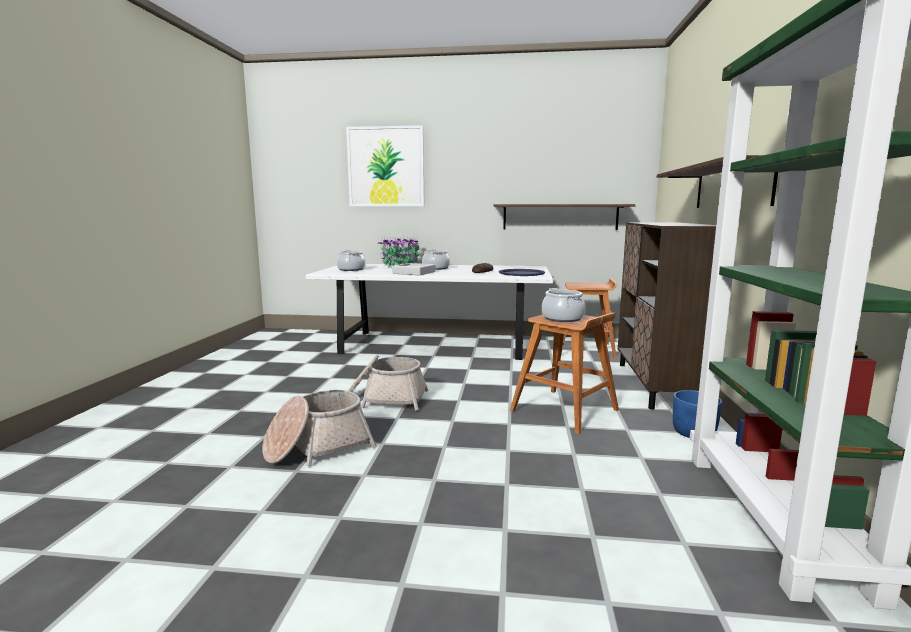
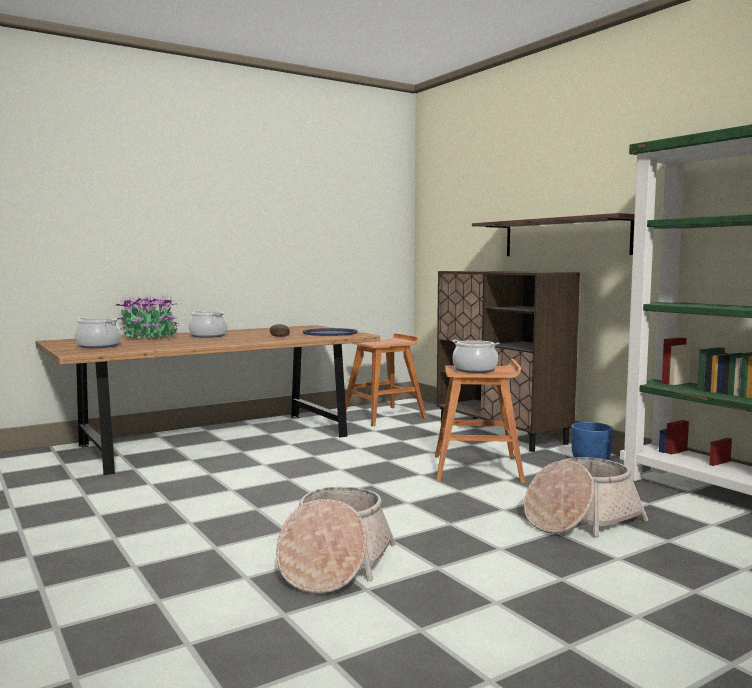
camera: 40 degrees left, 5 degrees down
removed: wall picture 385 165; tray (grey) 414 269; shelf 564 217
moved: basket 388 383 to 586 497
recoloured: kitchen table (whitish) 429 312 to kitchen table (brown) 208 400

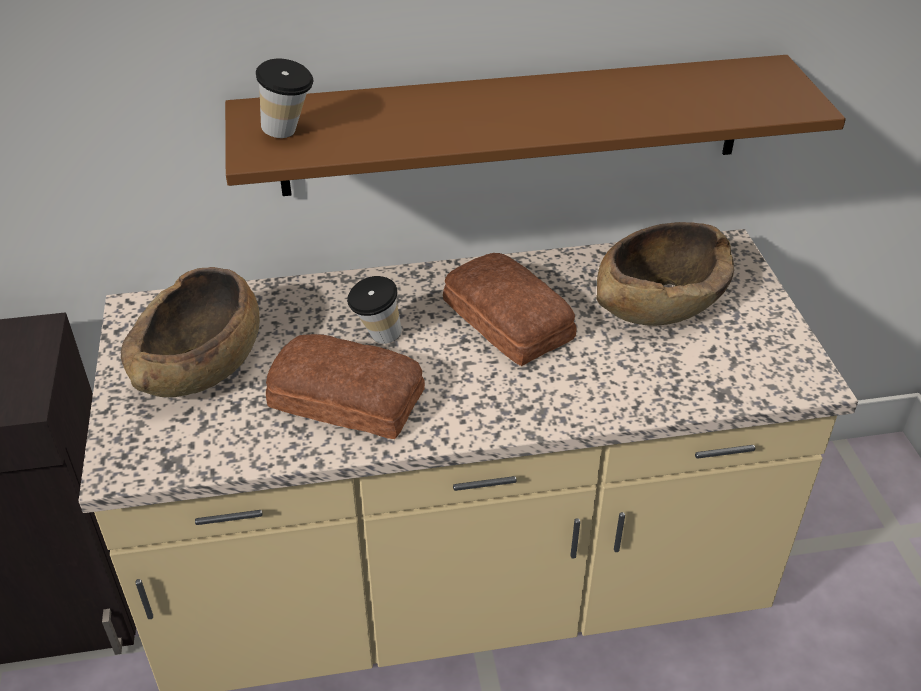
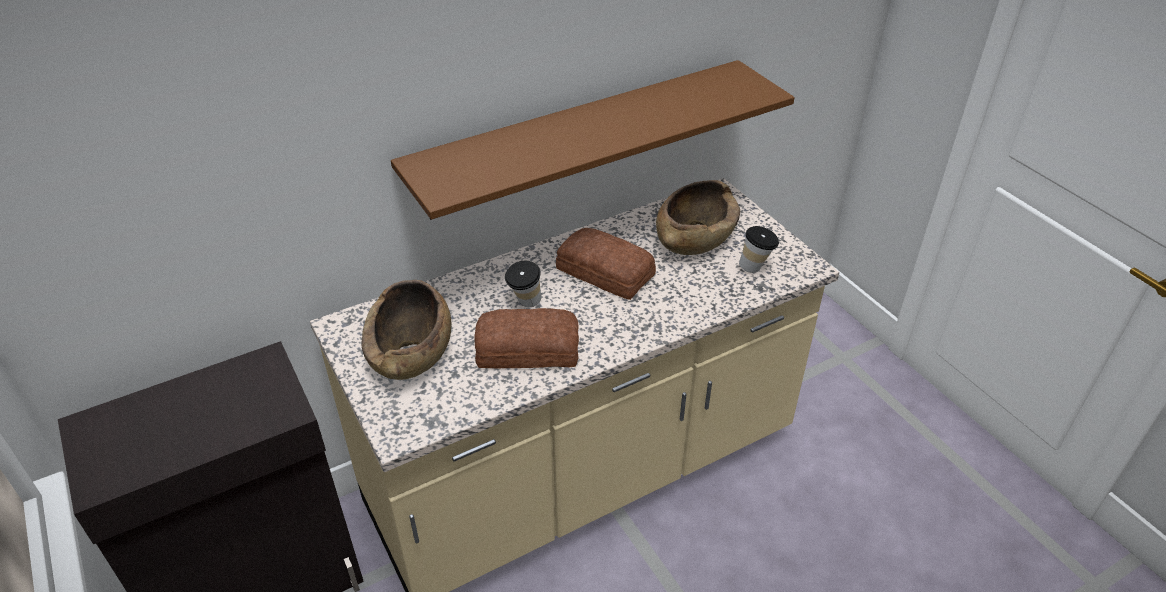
camera: 20 degrees left, 0 degrees up
moved: drinking cup 284 98 to 759 249

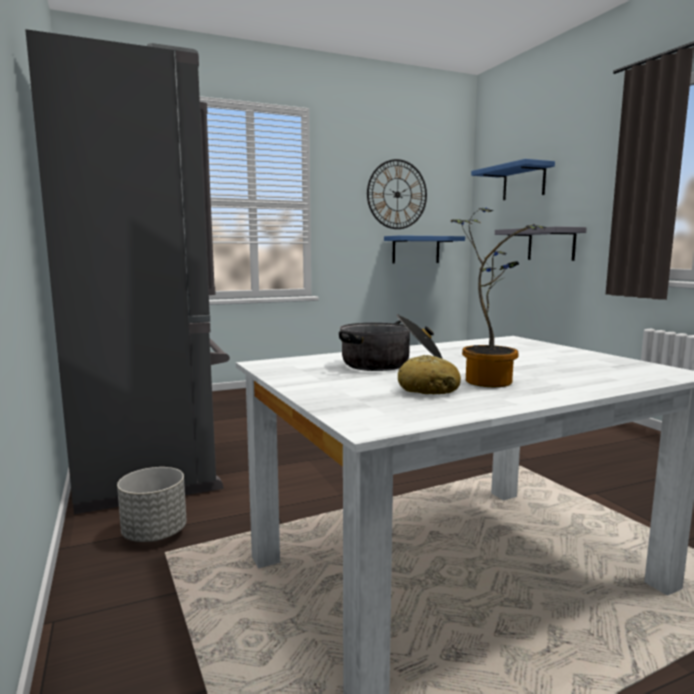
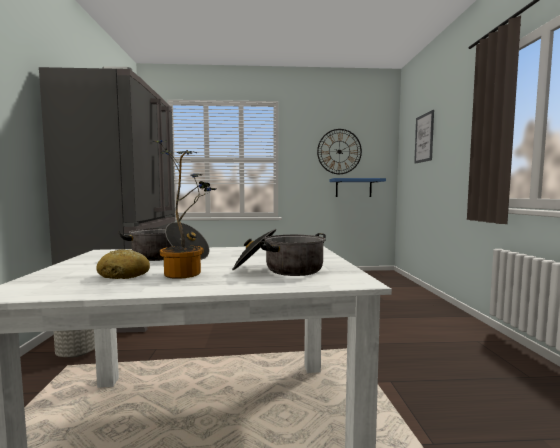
camera: 20 degrees right, 5 degrees down
removed: shelf (grey) 541 243
added: saucepot 279 252
replaced: shelf (bluish) 513 179 to wall picture 424 137

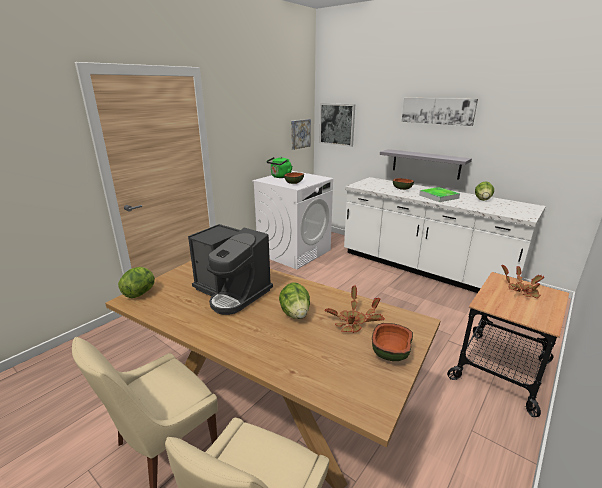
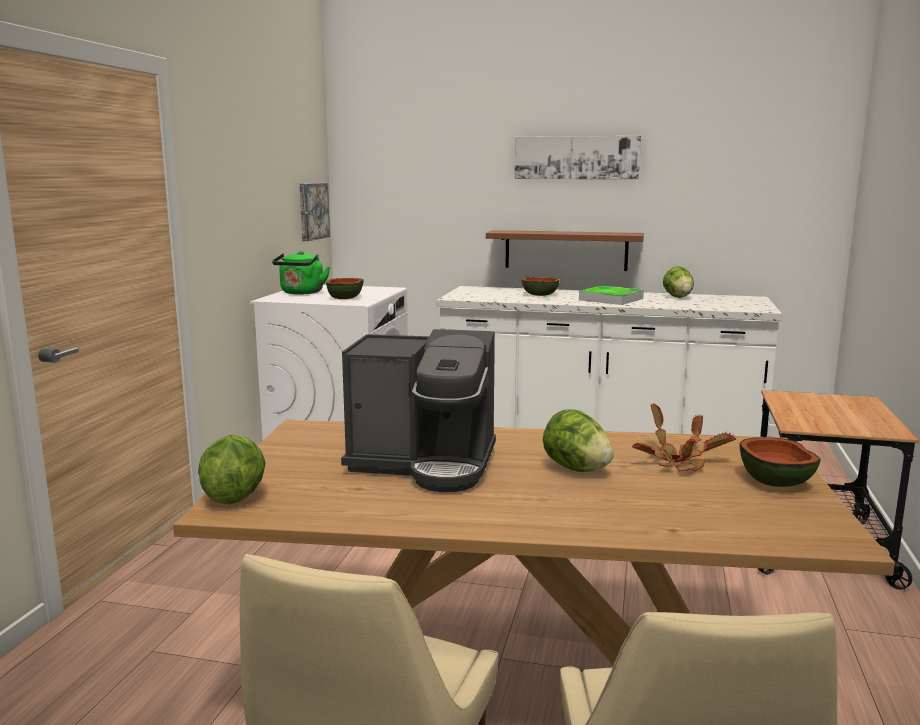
camera: 25 degrees left, 10 degrees down
removed: wall picture 337 125; houseplant 522 281
recoloured: shelf (grey) 426 164 to shelf (brown) 565 250

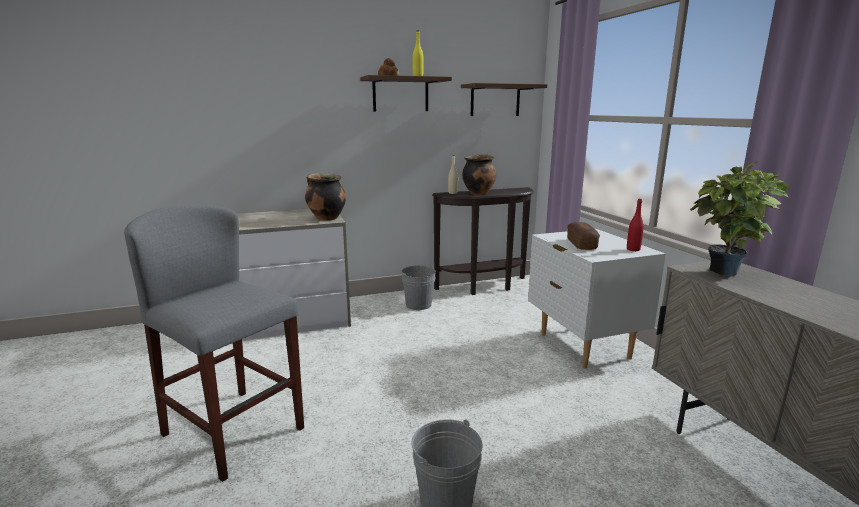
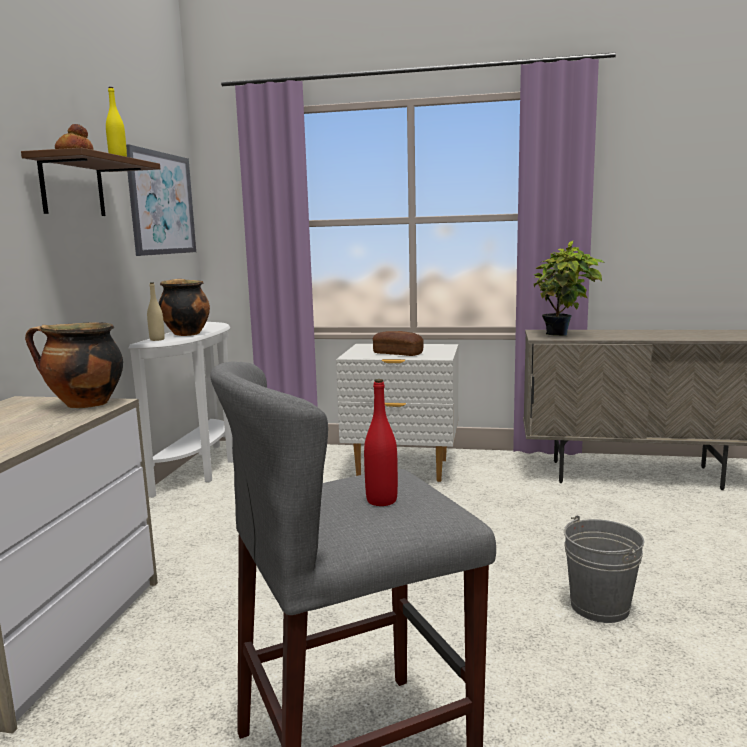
camera: 60 degrees left, 5 degrees down
removed: water bucket (grey) 418 287
moved: drink bottle (reddish) 635 225 to 381 442
replaced: shelf (brown) 504 99 to wall picture 161 200
recoloured: narrow table (brown) 483 241 to narrow table (whitish) 180 410

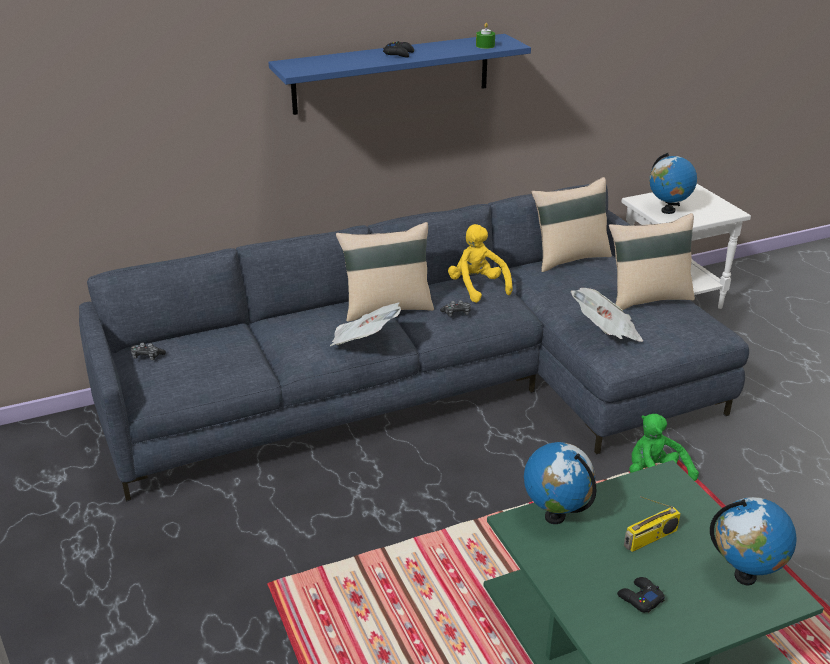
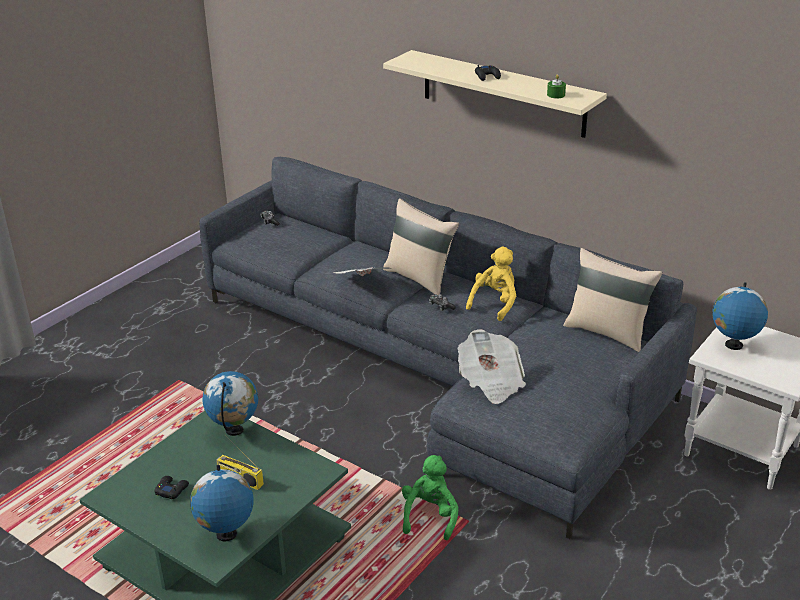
camera: 60 degrees right, 0 degrees up
removed: cushion (beige-coloured) 652 261
recoloured: shelf (bluish) 400 74 to shelf (beige-coloured) 495 94

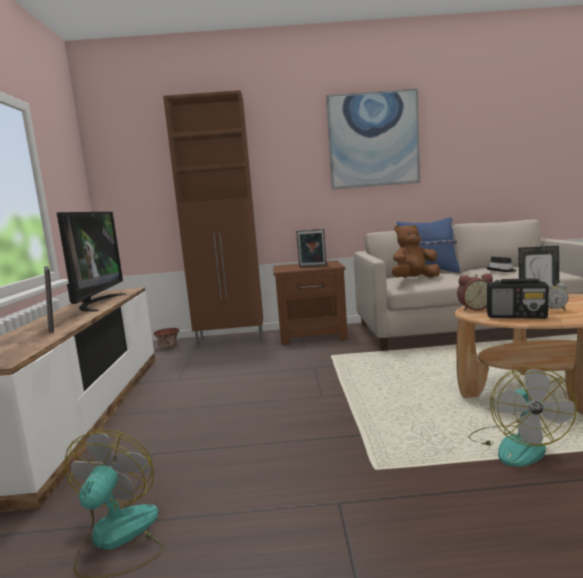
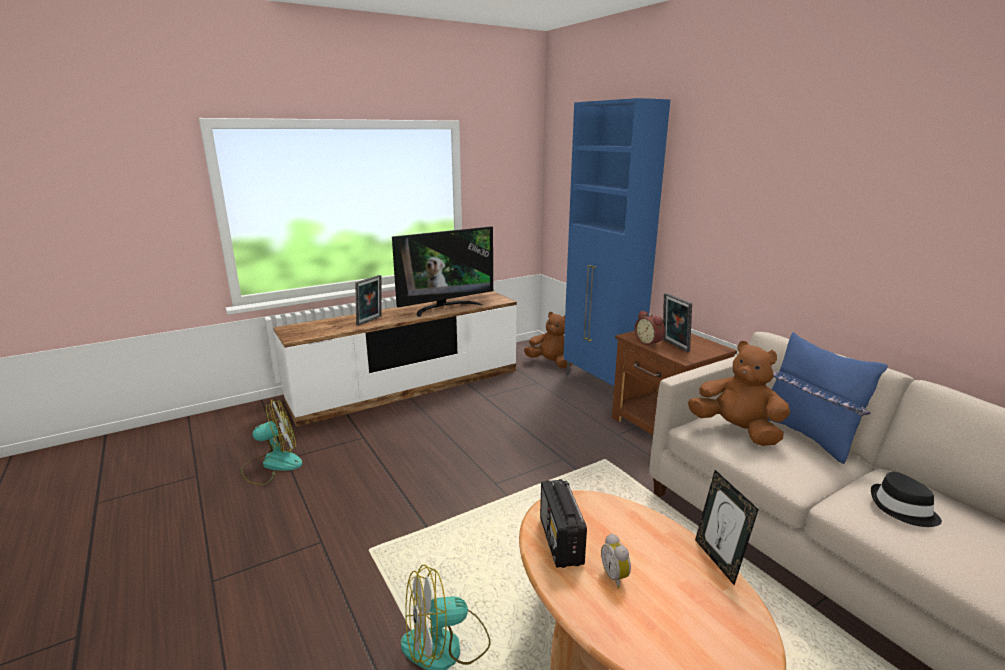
camera: 60 degrees right, 10 degrees up
removed: wall picture 373 139
moved: bedside clock 475 292 to 650 328
replaced: serving bowl 166 338 to cuddly toy (brown) 548 340
recoloured: cabinet (brown) 213 218 to cabinet (bluish) 616 249

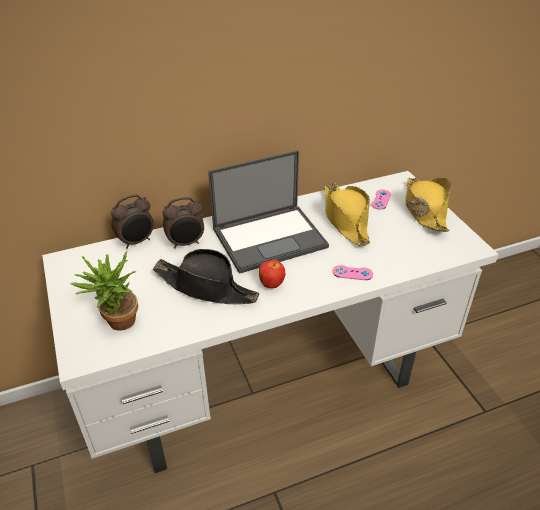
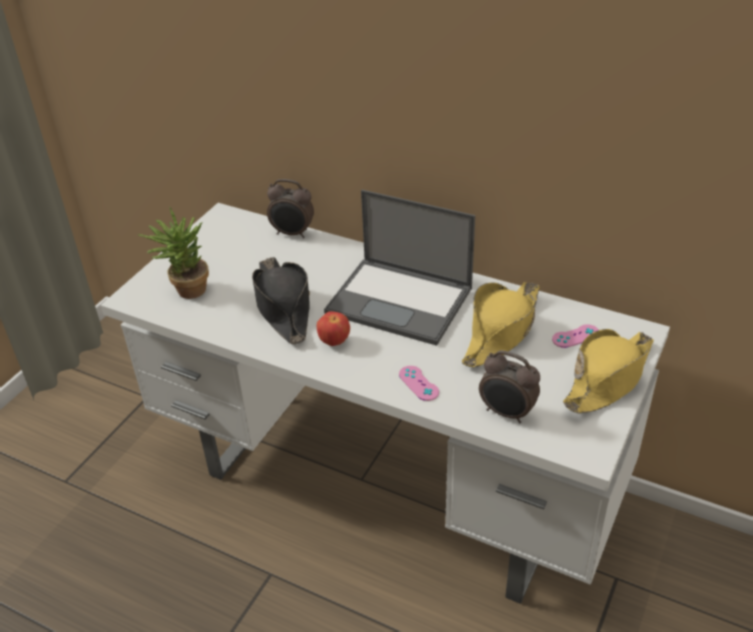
camera: 50 degrees right, 0 degrees up
moved: bedside clock 183 223 to 509 386

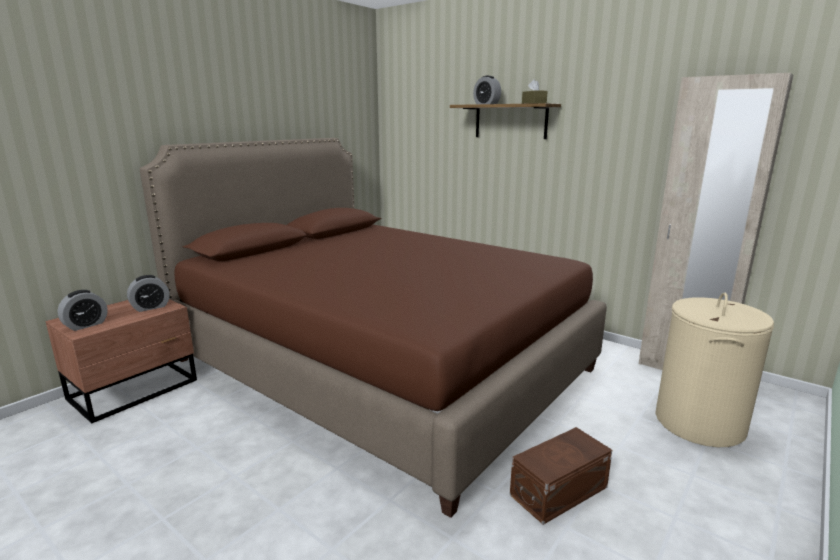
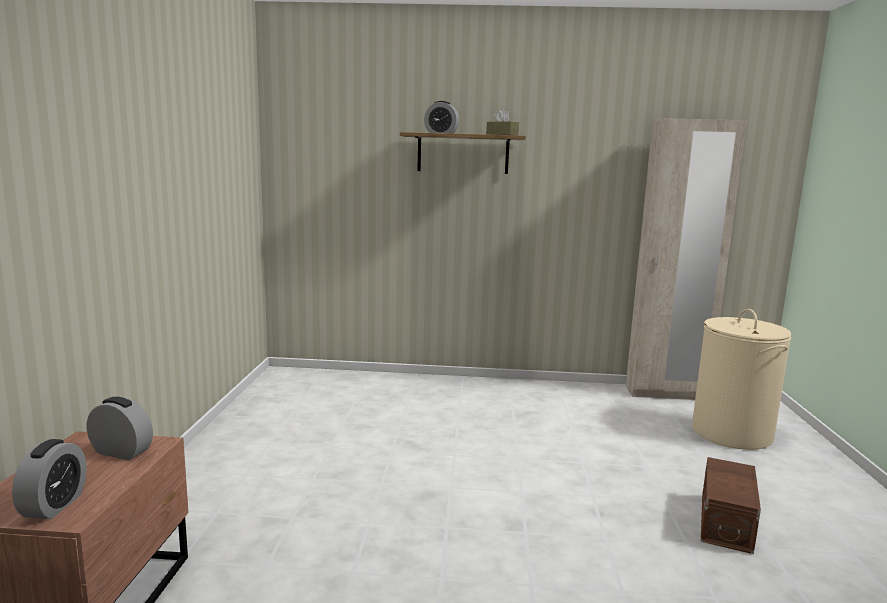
camera: 35 degrees left, 5 degrees down
removed: sleeping bed (brown) 373 328
turned: bedside clock 148 293 = 120 428 90 degrees counterclockwise

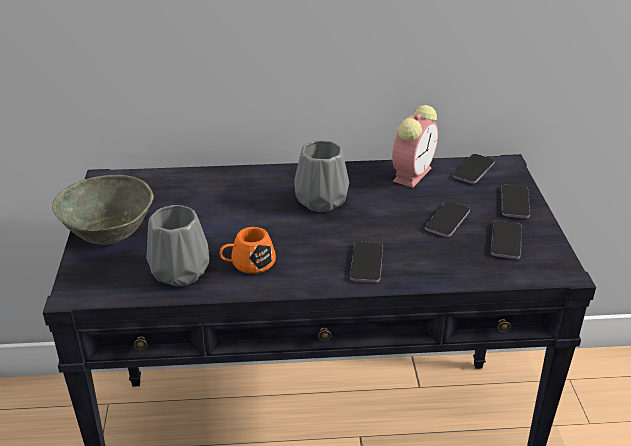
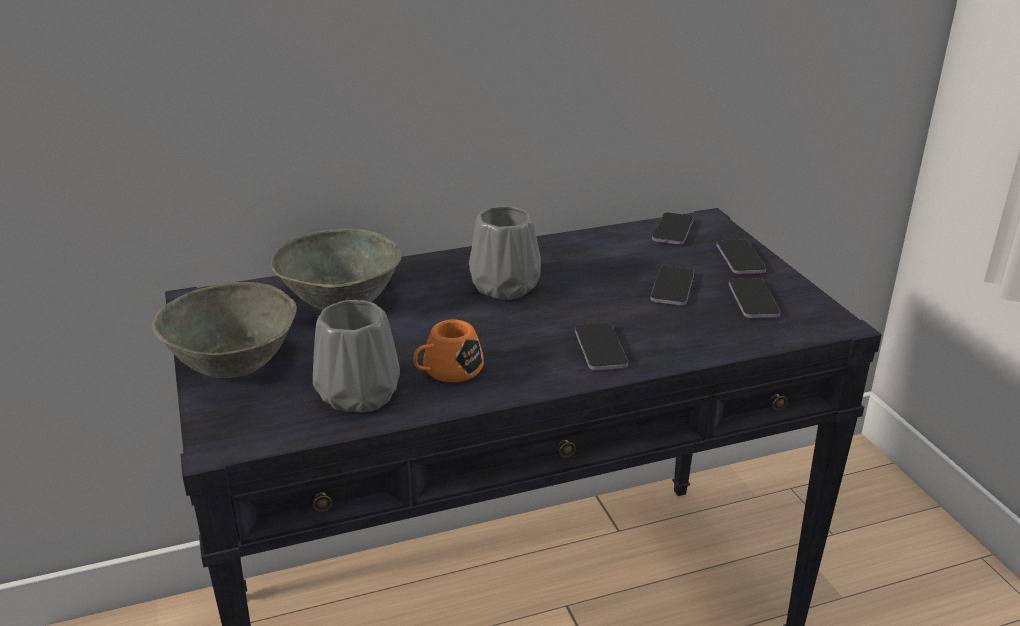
camera: 15 degrees left, 5 degrees down
removed: bedside clock 415 146
added: serving bowl (grey) 336 269

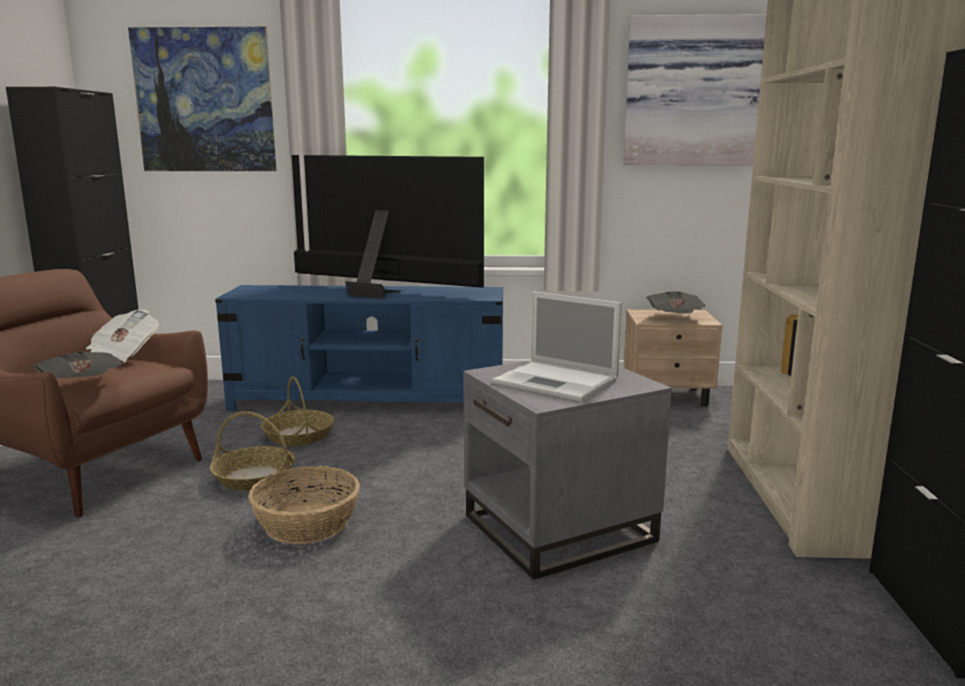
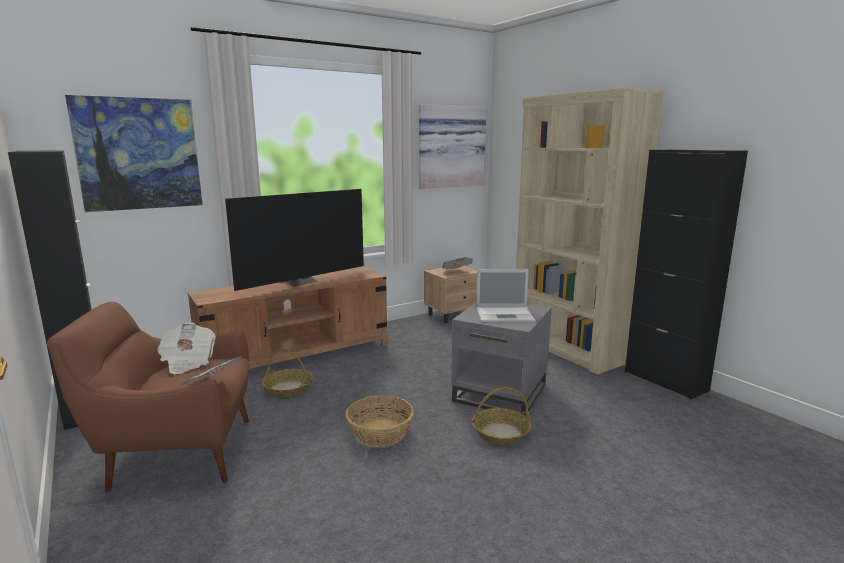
camera: 35 degrees left, 0 degrees up
moved: basket 252 451 to 501 416
recoloured: media console (bluish) 359 348 to media console (brown) 287 318
turned: television 388 227 = 294 240 150 degrees clockwise

